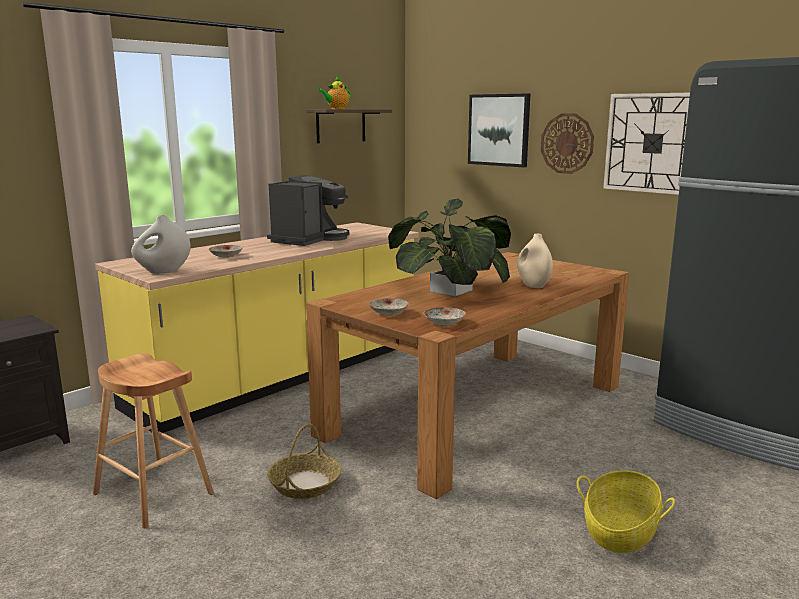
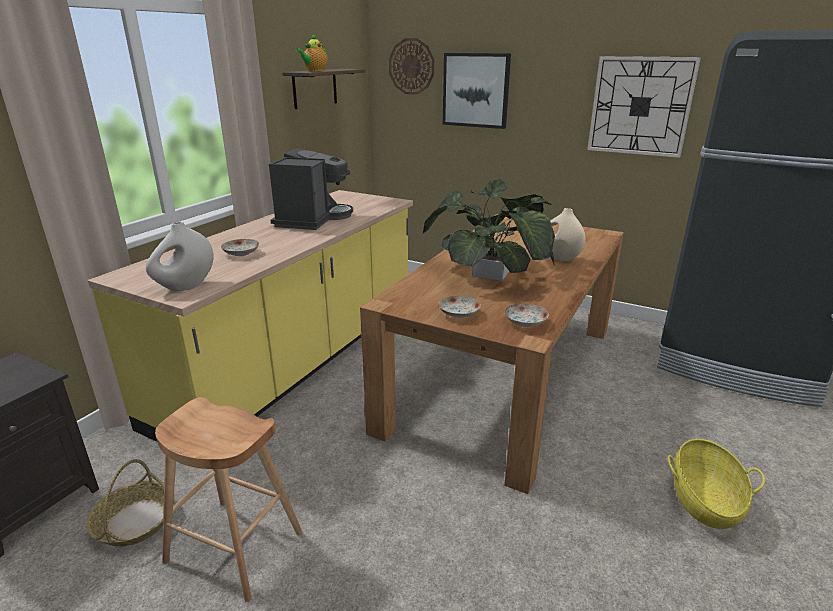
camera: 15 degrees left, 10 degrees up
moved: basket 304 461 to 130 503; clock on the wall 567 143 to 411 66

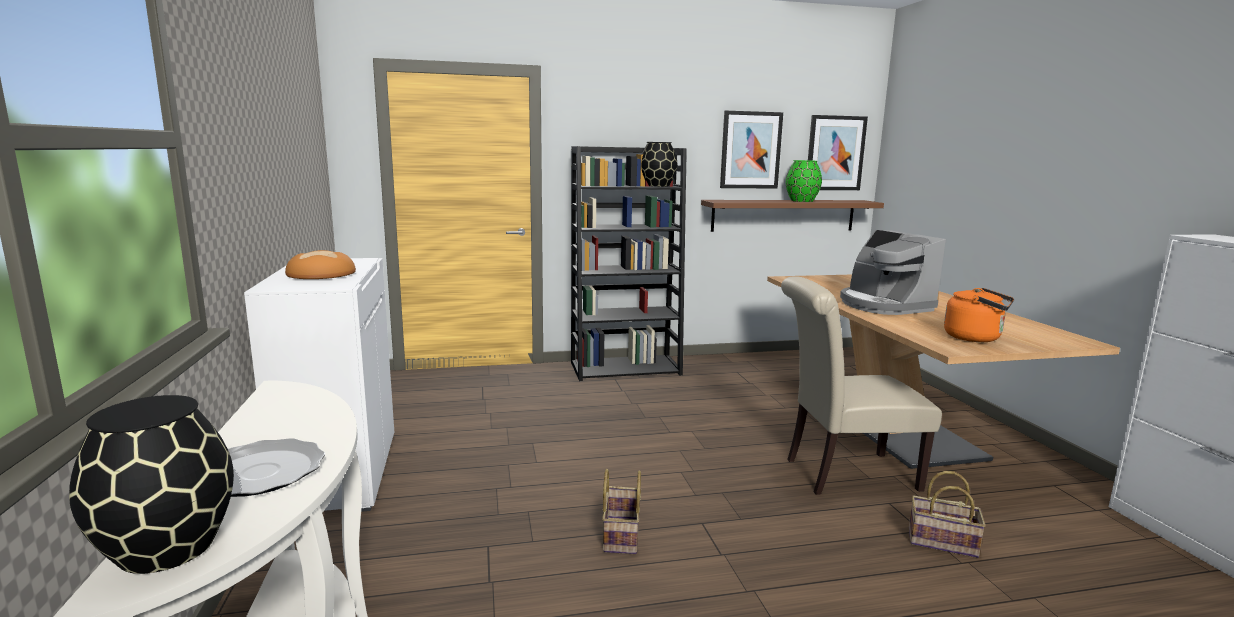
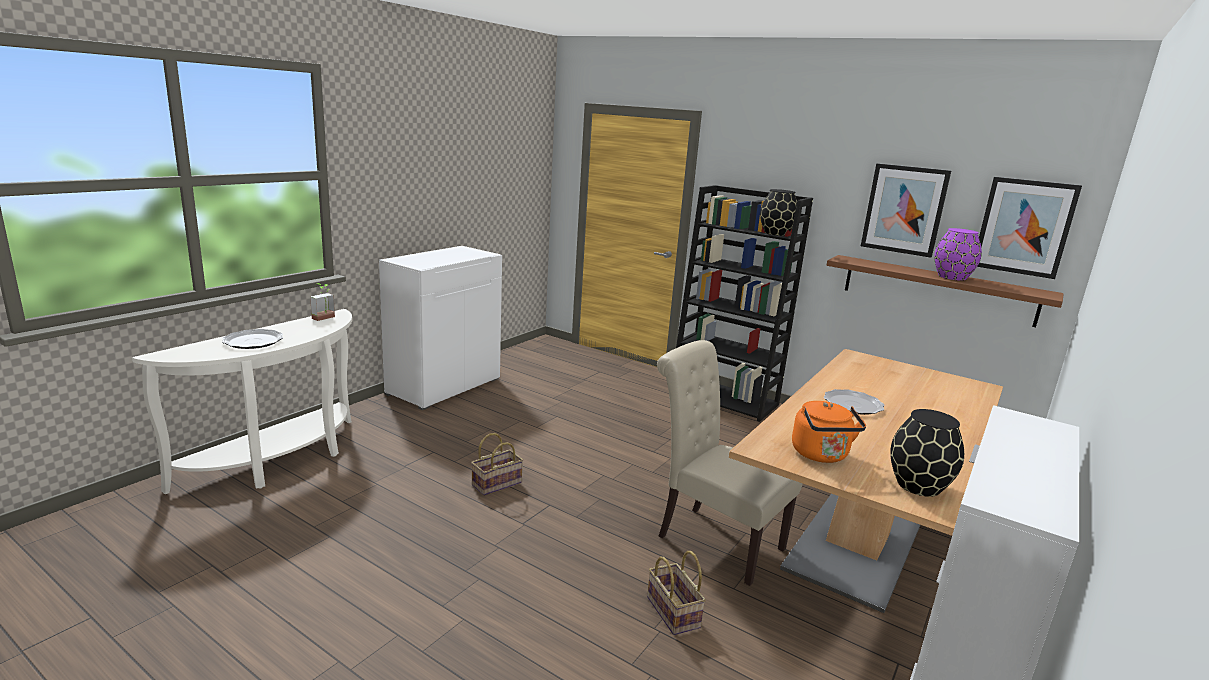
camera: 45 degrees right, 5 degrees up
removed: bread 320 264
added: houseplant 322 302
moved: vase (black) 151 484 to 927 453
replaced: coffee maker 893 272 to flat dish 854 402
recoloured: vase (greenish) 804 181 to vase (purple-coloured) 958 254

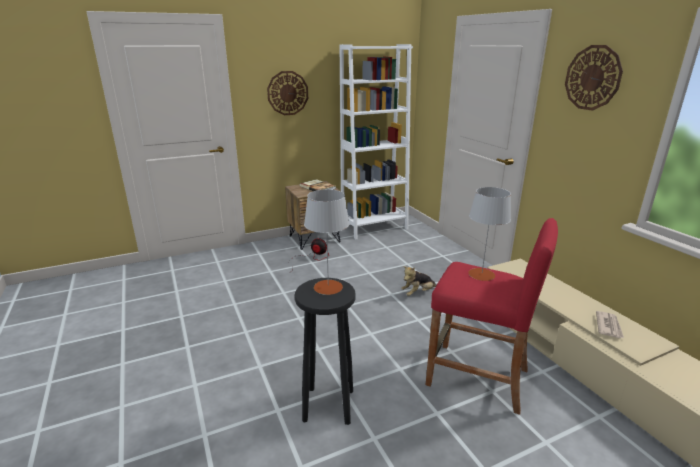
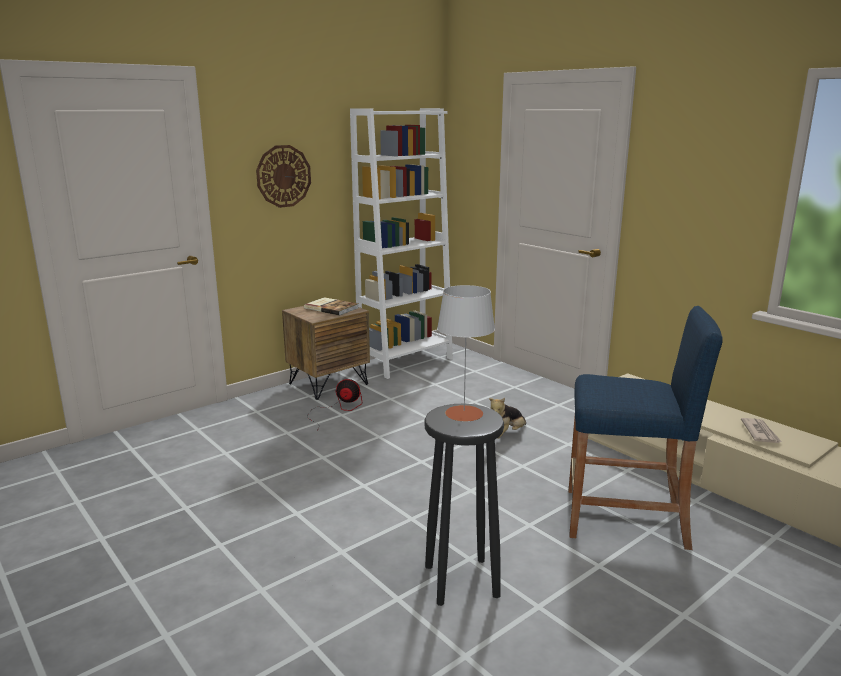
camera: 15 degrees left, 5 degrees down
removed: lamp for a table (grey) 490 234; clock on the wall 594 77
recoloured: stool (reddish) 492 316 to stool (bluish) 646 428

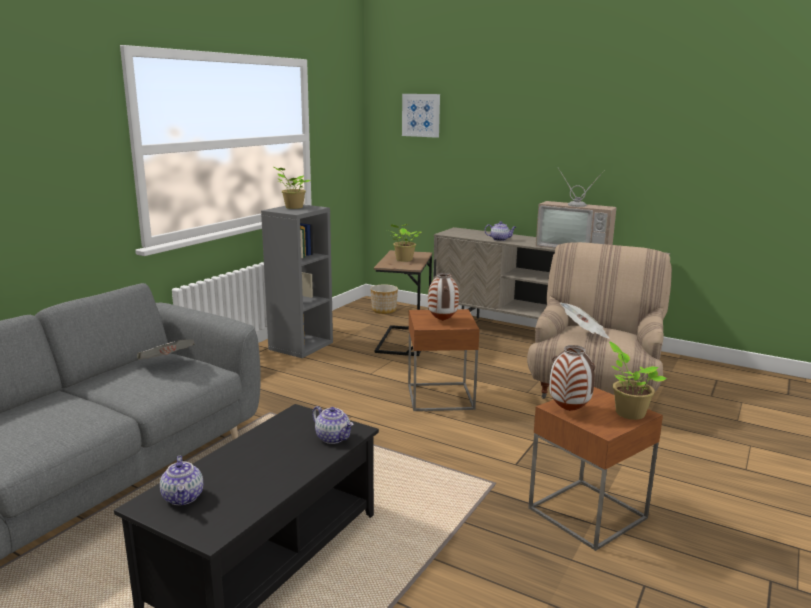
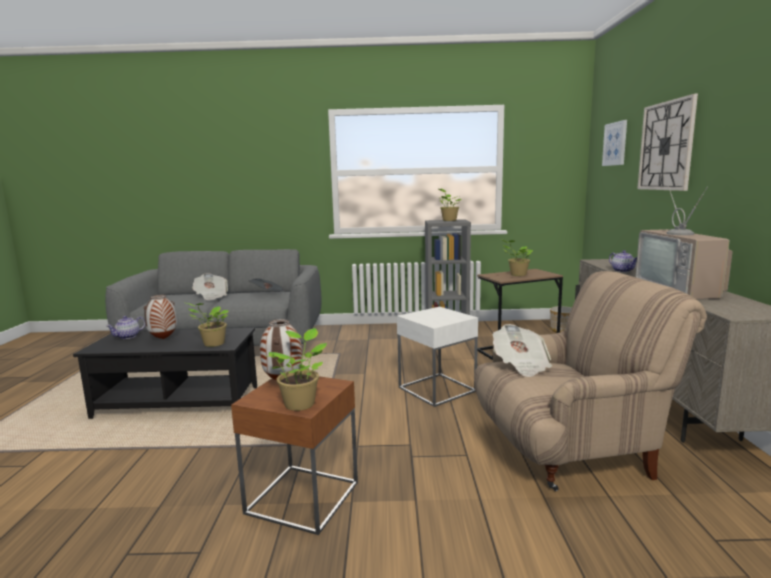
camera: 60 degrees right, 5 degrees down
added: printed paper 210 287; clock on the wall 667 142
moved: vase 443 297 to 160 317
replaced: teapot 333 425 to houseplant 208 325
recoloured: accent table (brown) 443 360 to accent table (whitish) 437 357

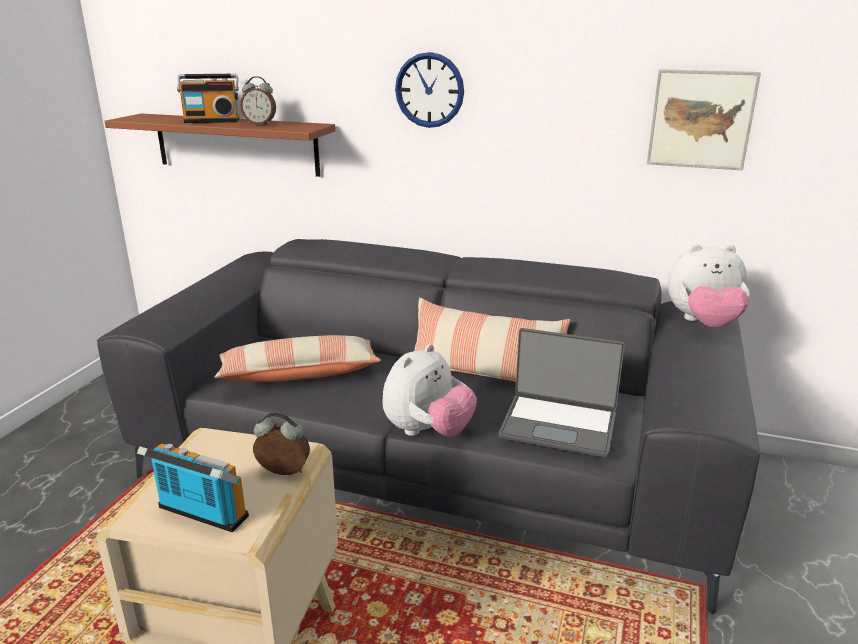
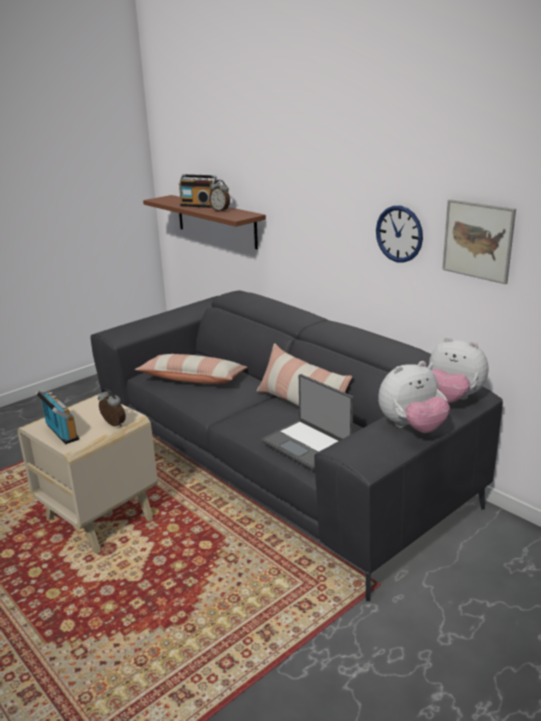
camera: 30 degrees right, 0 degrees up
moved: cuddly toy 429 390 to 414 397; clock on the wall 429 90 to 399 234

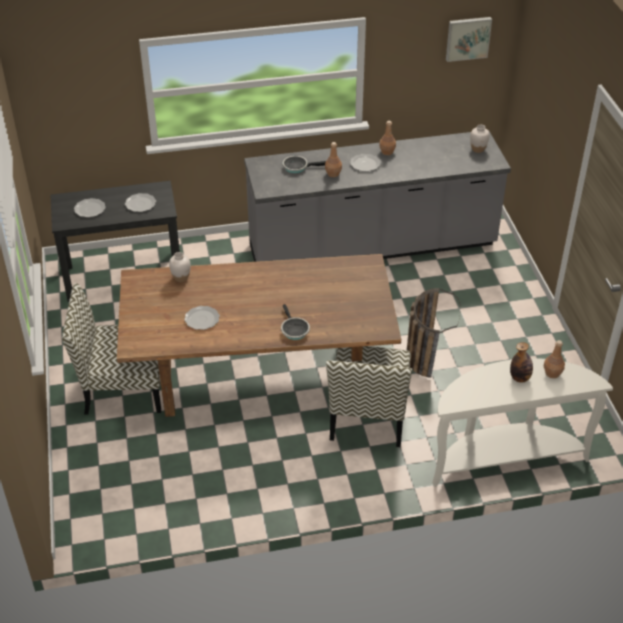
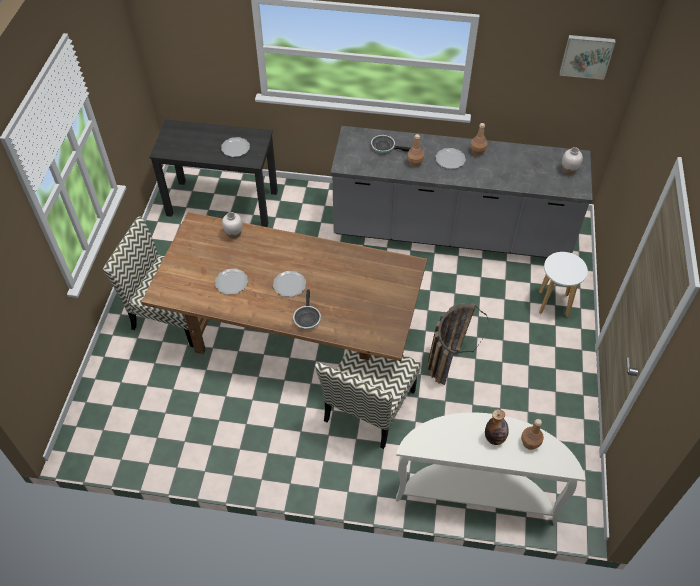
camera: 20 degrees right, 10 degrees up
added: stool (whitish) 563 284
moved: flat dish 90 207 to 289 284

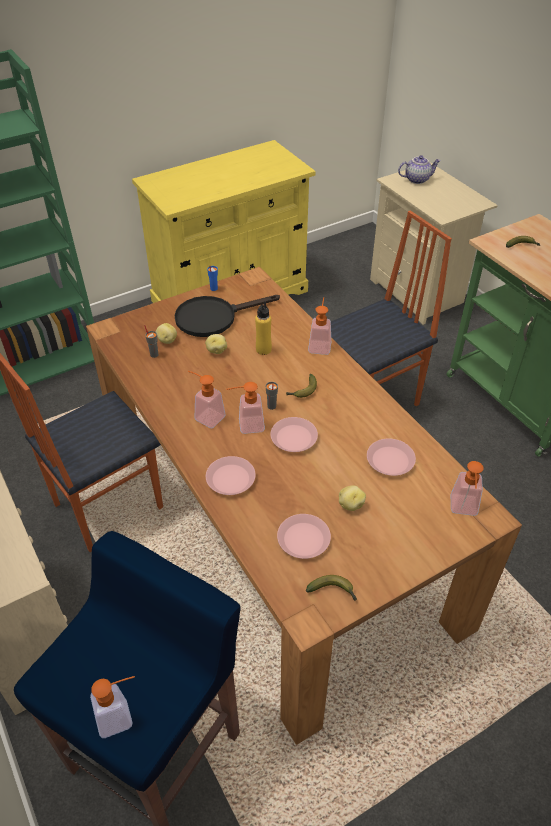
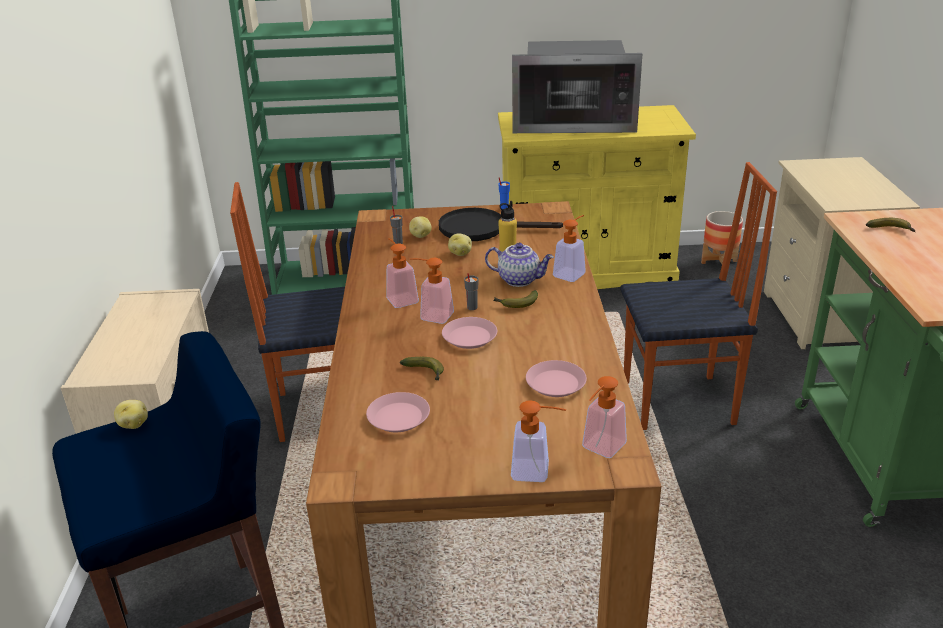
camera: 30 degrees right, 15 degrees down
removed: flat dish (pink-coloured) 231 475
added: microwave 577 86; flower pot 722 237
moved: soap bottle 112 707 to 538 441; banana fruit 331 588 to 422 369; potato 352 498 to 131 414; teapot 419 169 to 519 265

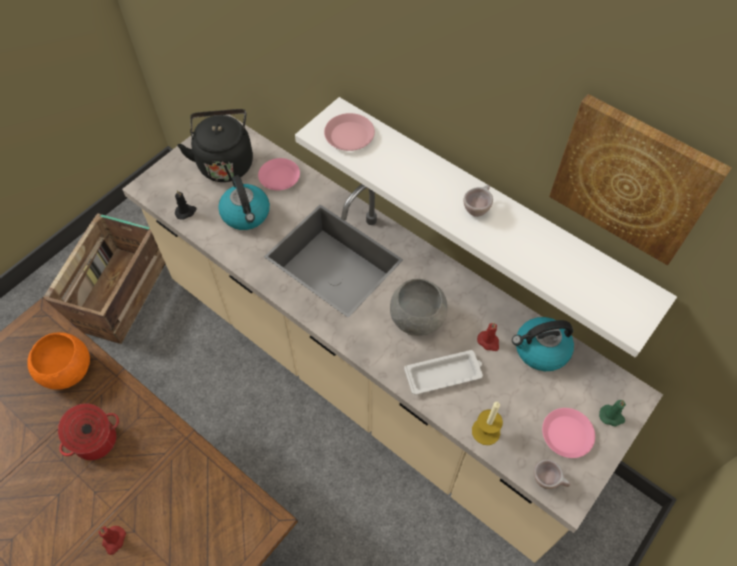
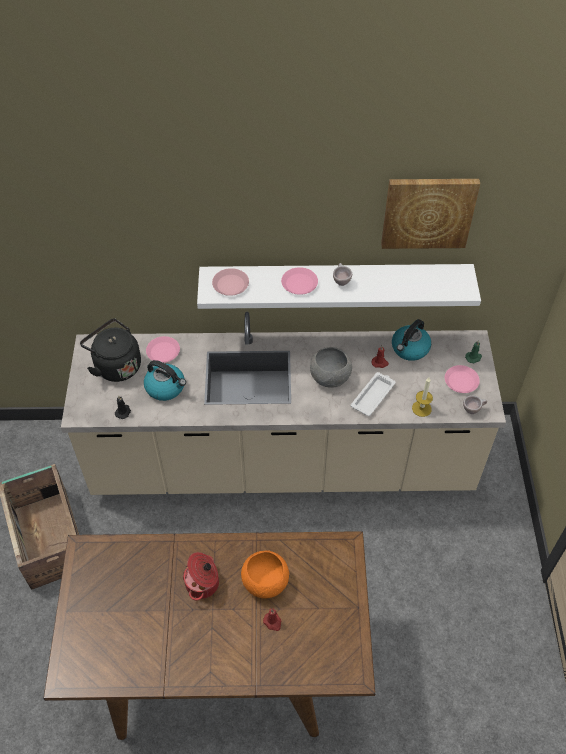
camera: 40 degrees left, 5 degrees down
added: flat dish (pink-coloured) 299 281
moved: serving bowl (orange) 58 361 to 265 574

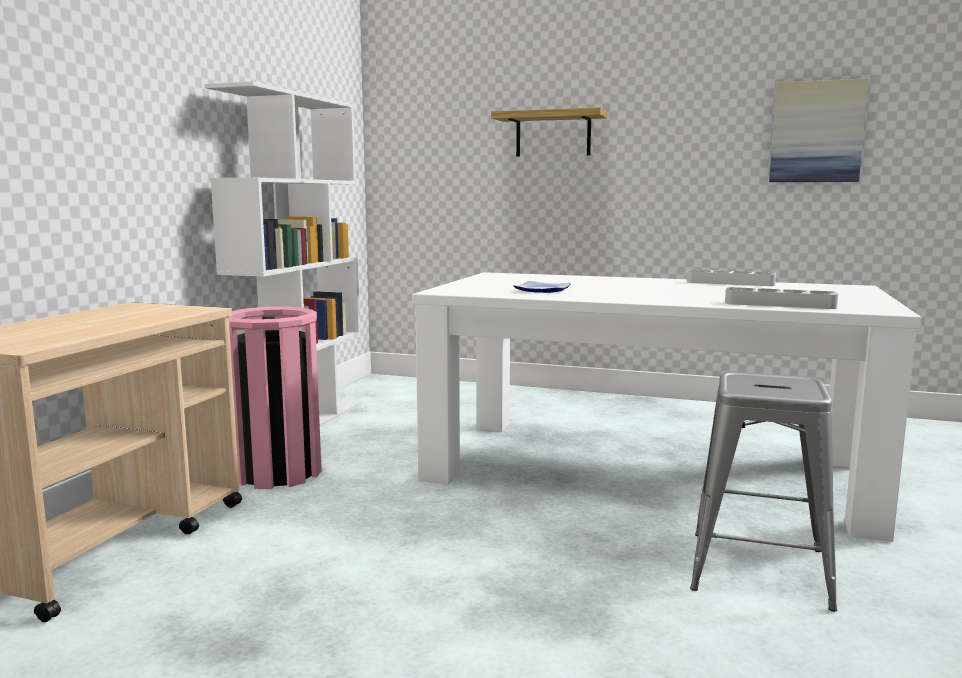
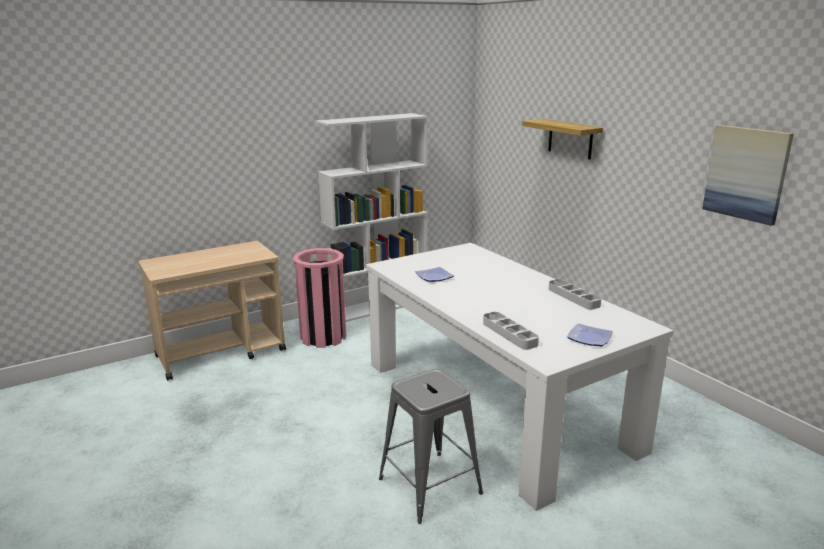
camera: 40 degrees right, 10 degrees up
added: flat dish 590 334

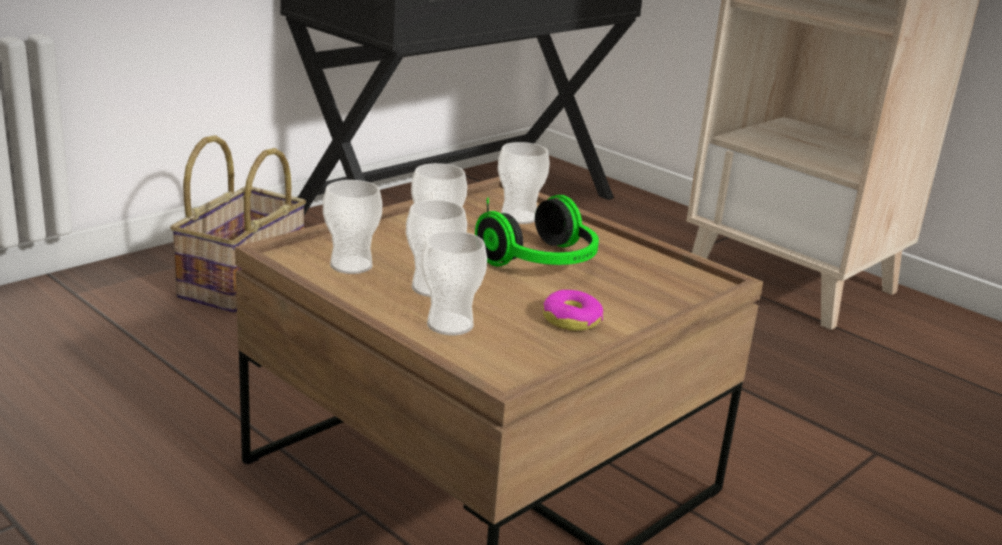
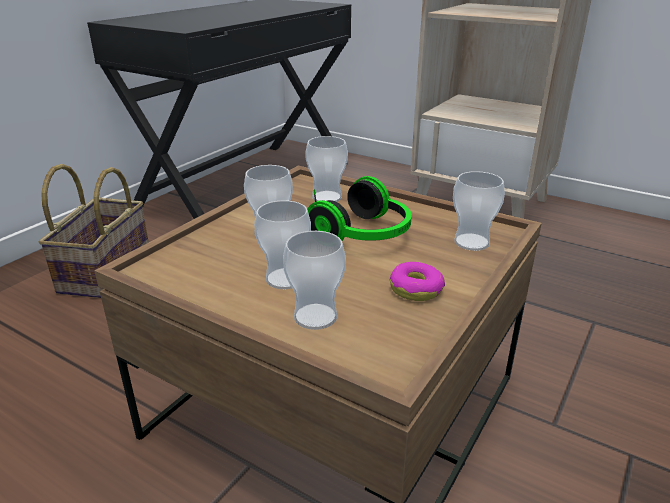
camera: 10 degrees left, 5 degrees up
moved: drinking cup 352 227 to 479 211

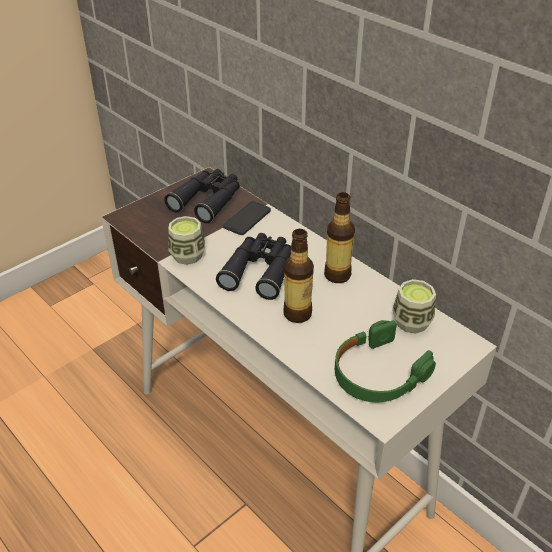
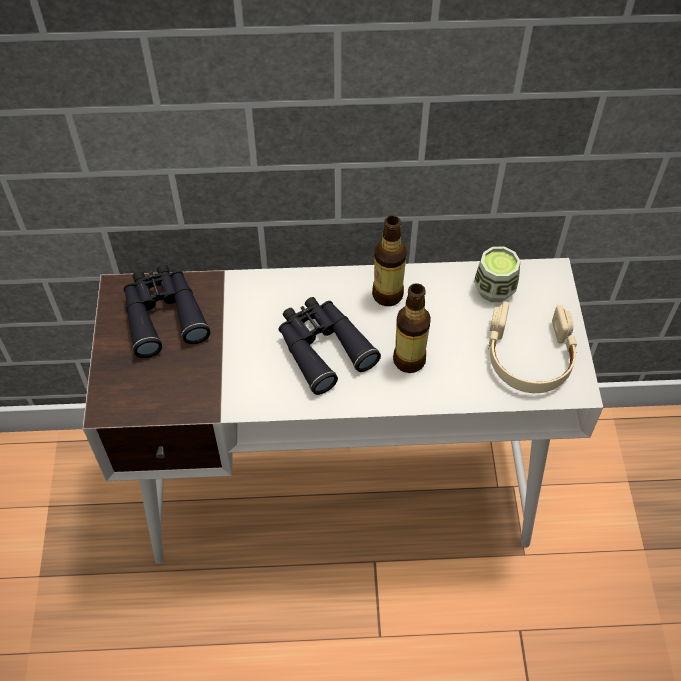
camera: 50 degrees left, 15 degrees up
removed: drinking cup 186 240; phone 247 218
recoloured: pair of headphones (greenish) 385 361 to pair of headphones (beige-coloured) 532 347

